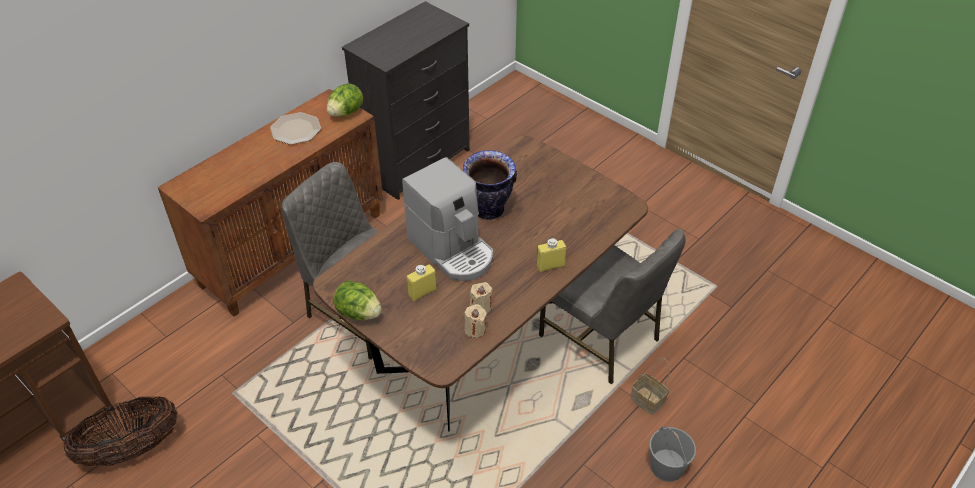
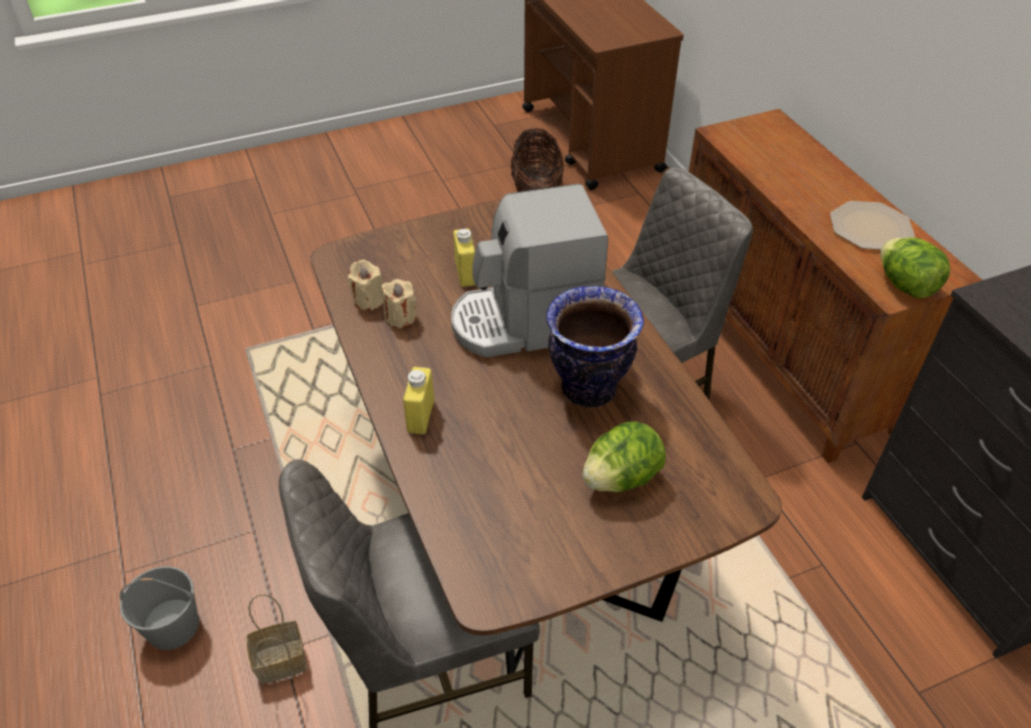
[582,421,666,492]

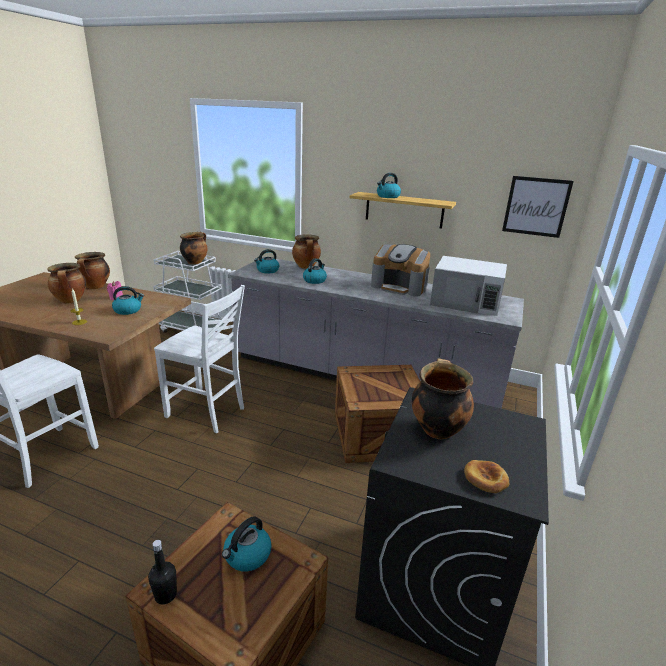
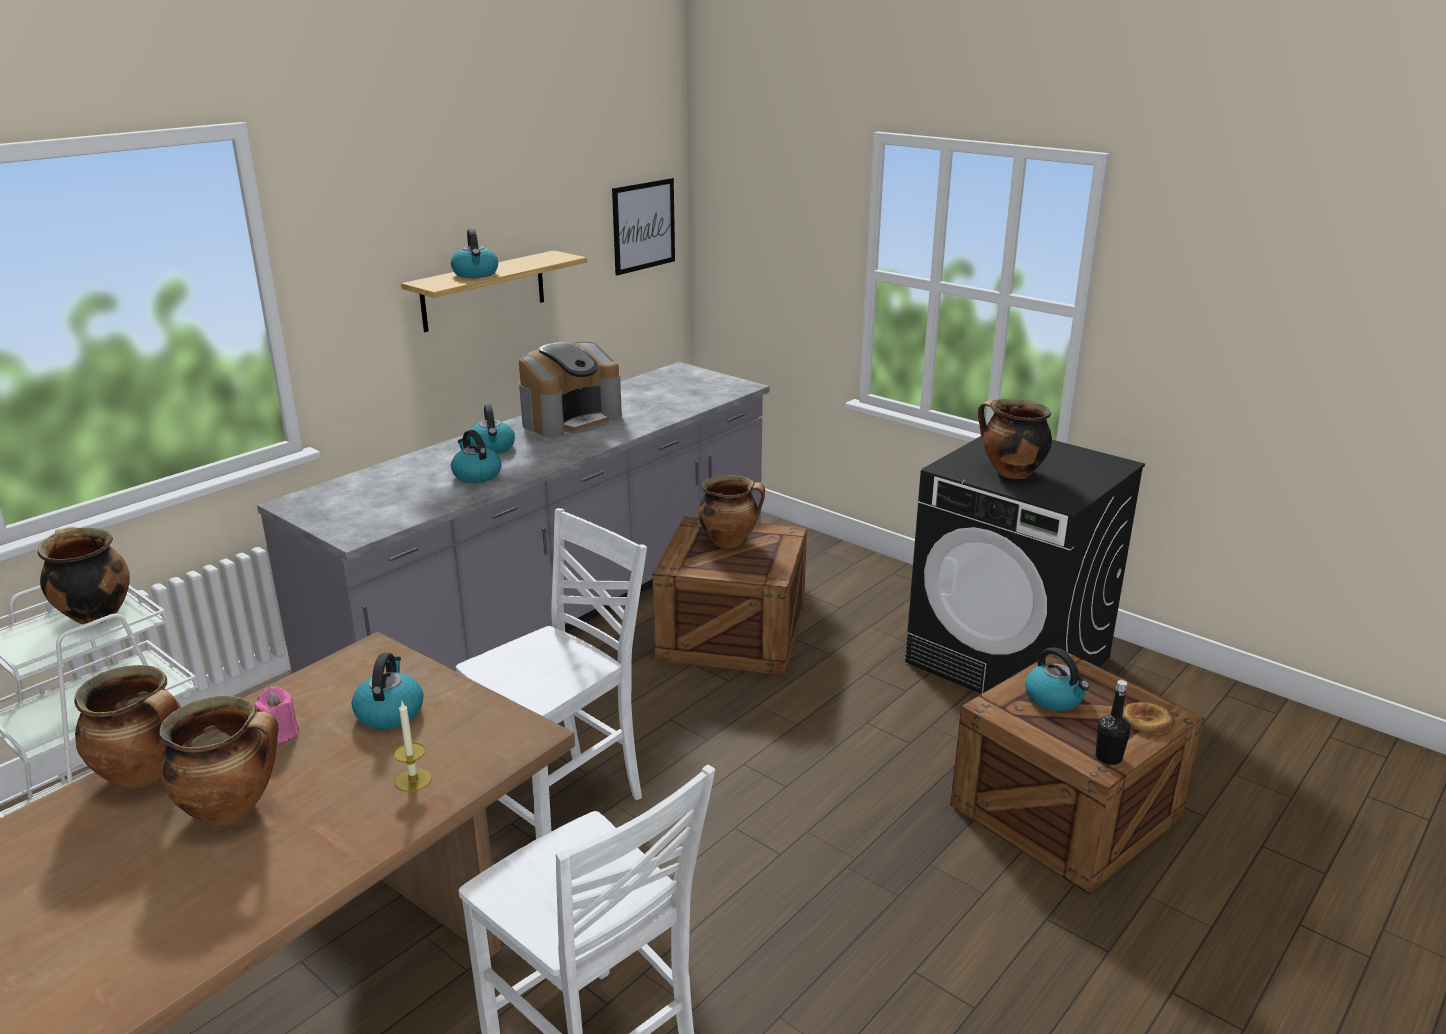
[430,256,507,316] (first image)
[470,404,515,454]
[698,475,765,548]
[1123,702,1176,734]

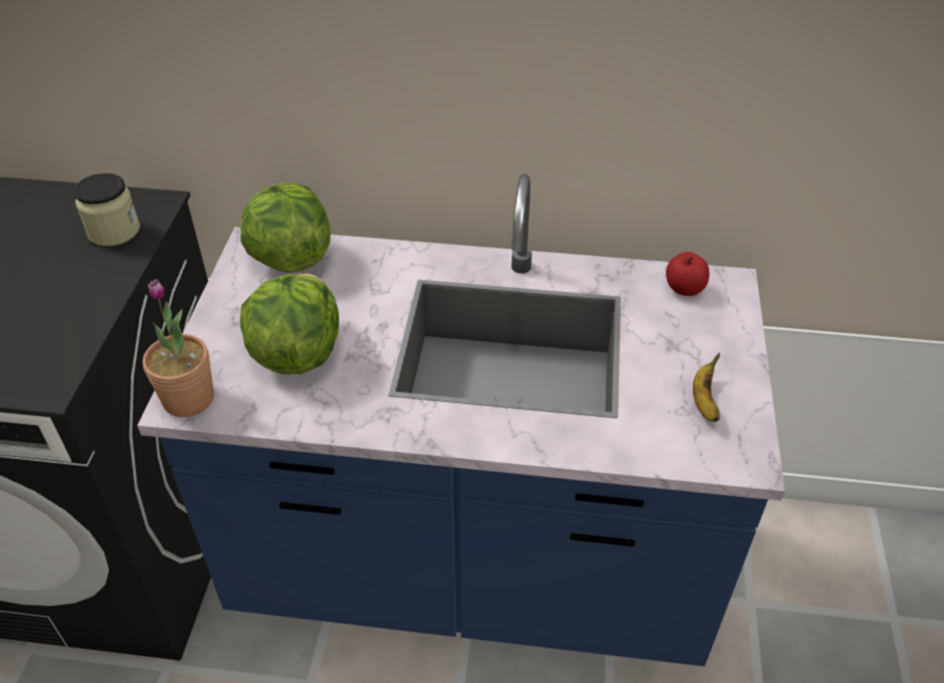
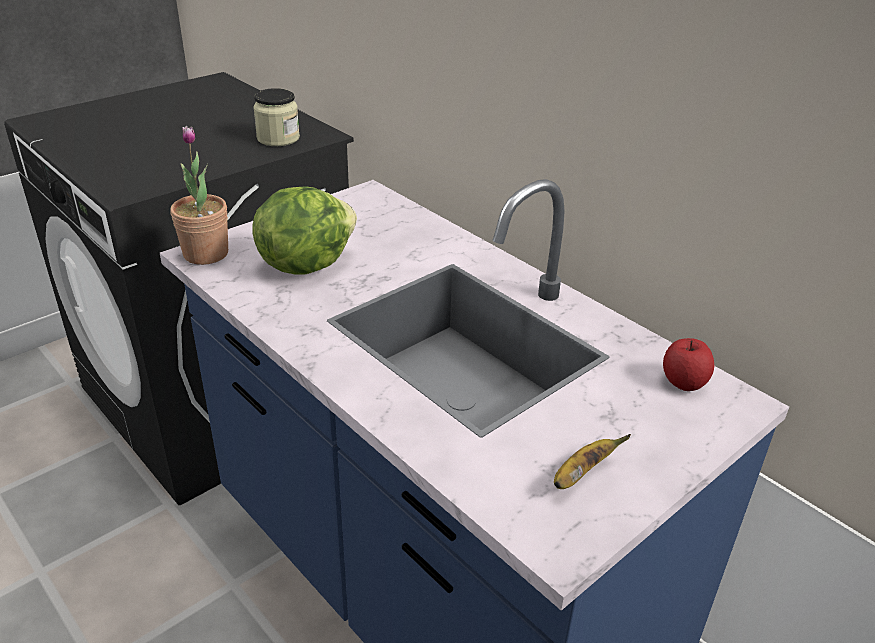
[240,182,330,273] (first image)

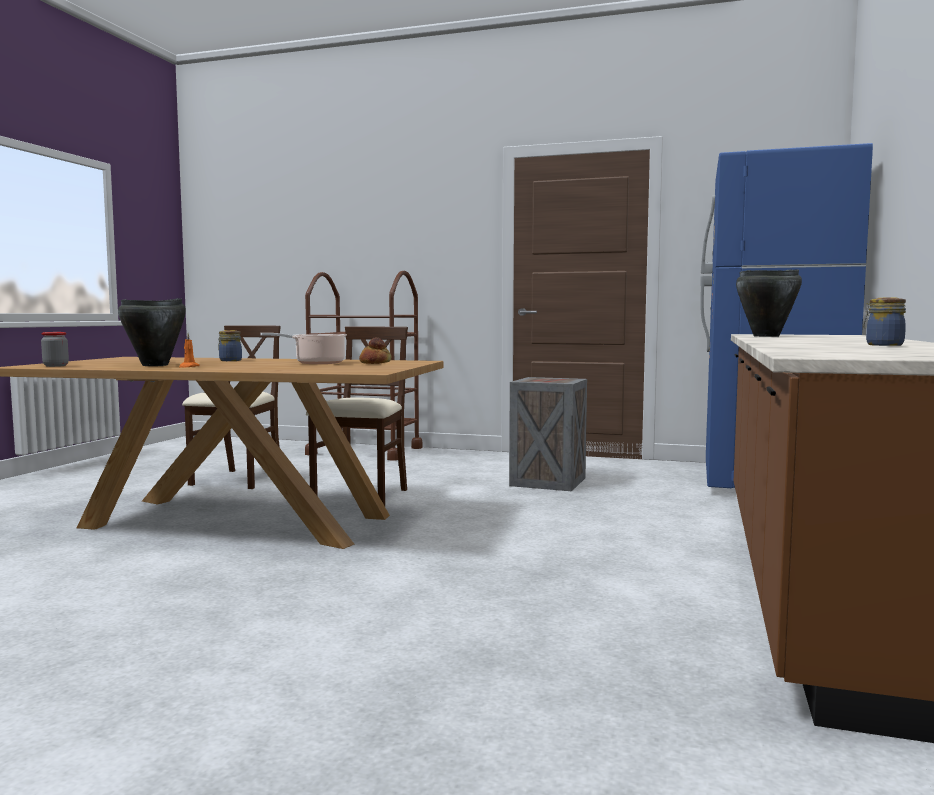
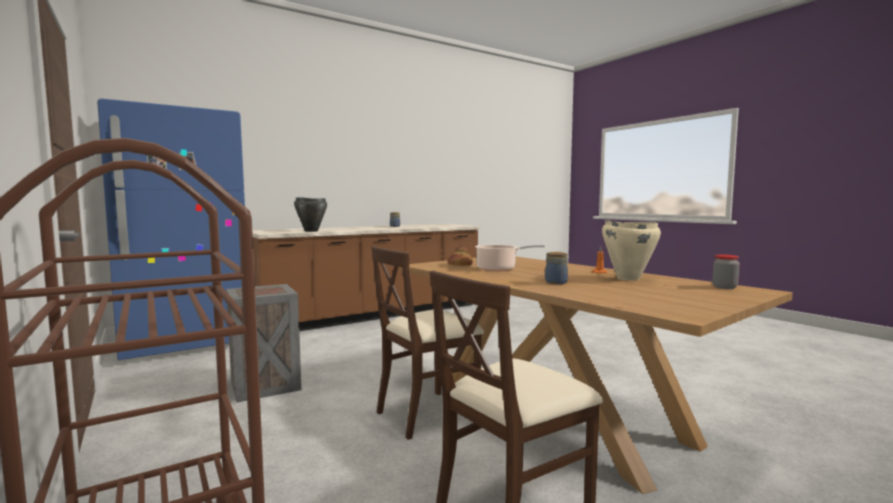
[602,220,661,281]

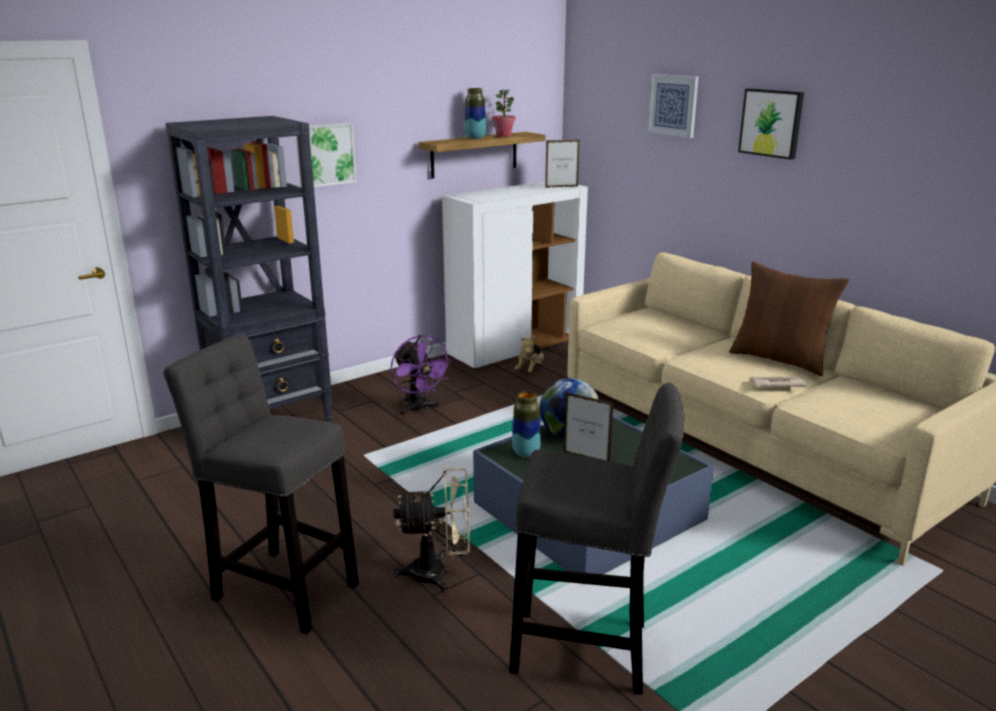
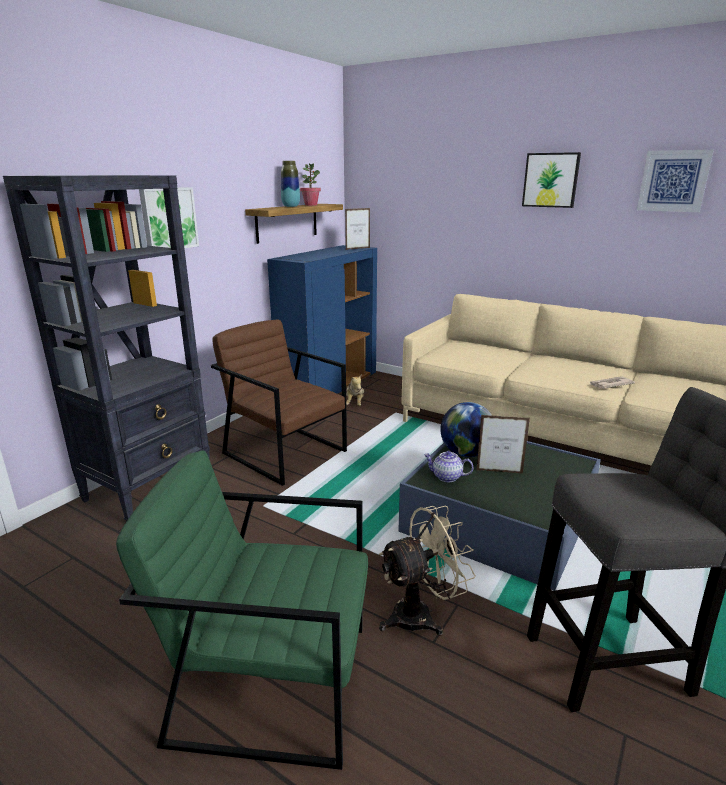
[729,262,849,376] (first image)
[637,150,714,212]
[116,450,368,770]
[211,319,347,486]
[424,451,473,482]
[267,245,377,394]

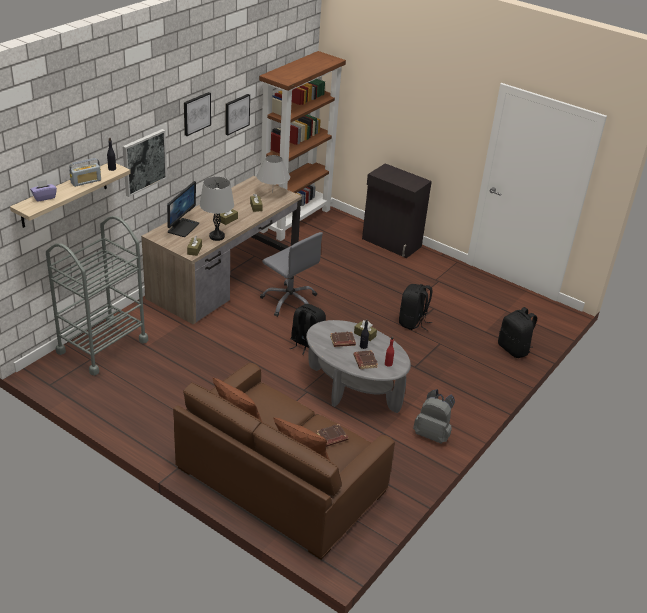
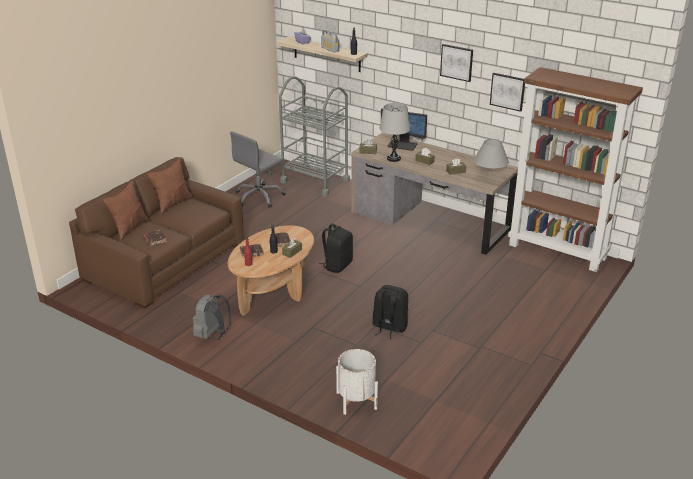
[123,129,167,197] (first image)
[362,163,432,258] (first image)
[230,131,286,208]
[336,349,378,415]
[228,226,315,316]

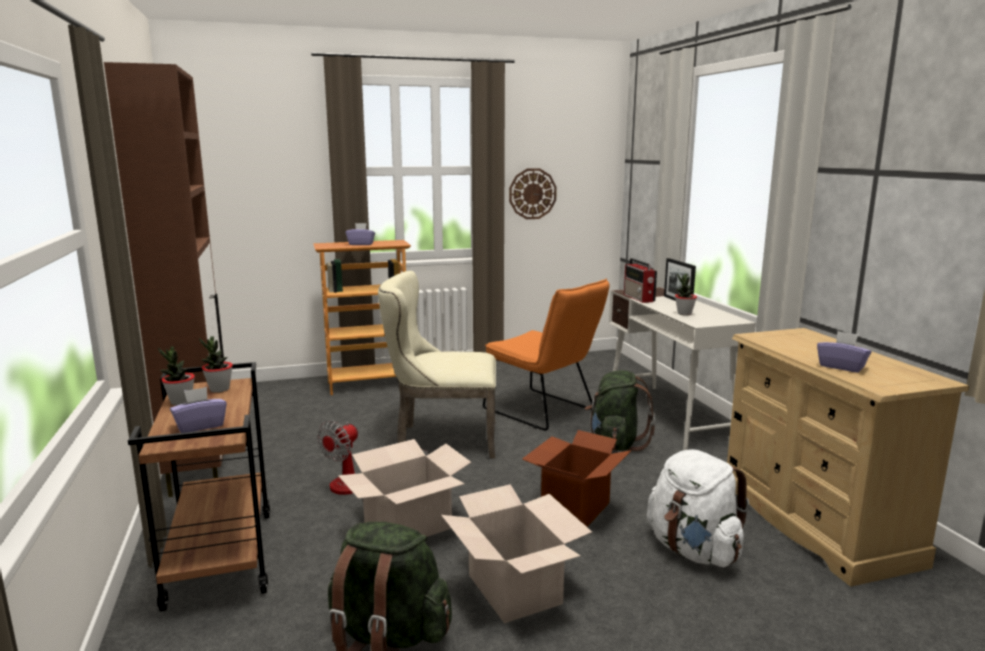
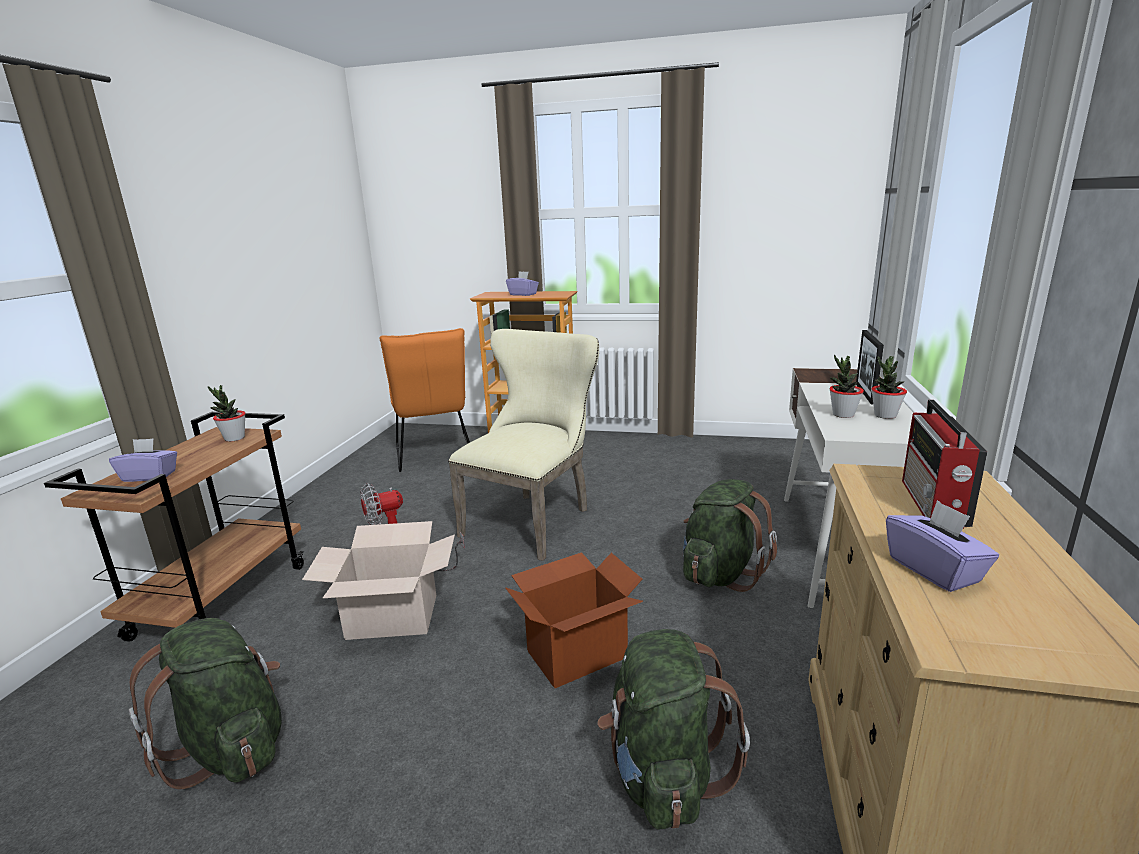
[104,62,224,497] (first image)
[441,484,592,623] (first image)
[509,168,557,219] (first image)
[871,356,907,419]
[379,328,470,472]
[902,400,988,529]
[597,629,750,830]
[448,329,599,561]

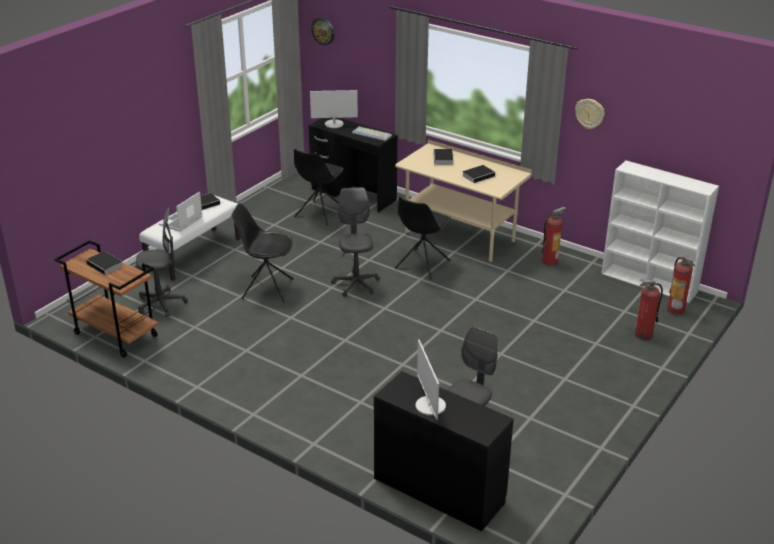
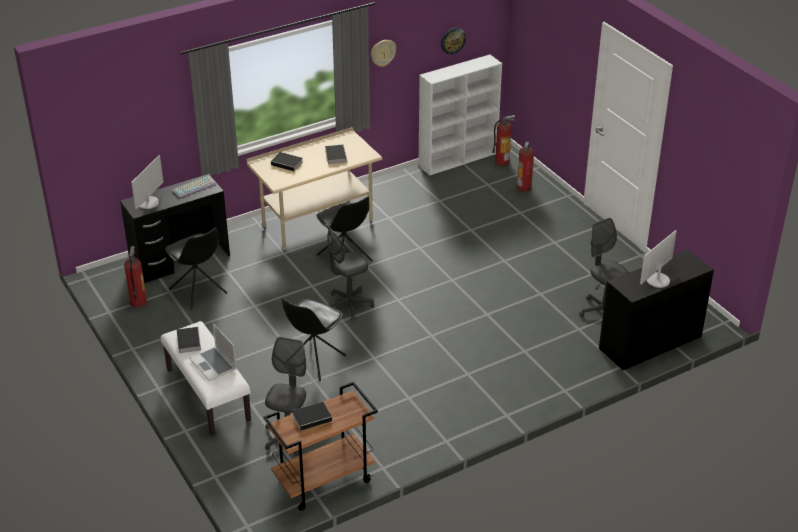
[441,27,466,55]
[124,246,147,308]
[326,223,374,320]
[640,230,677,288]

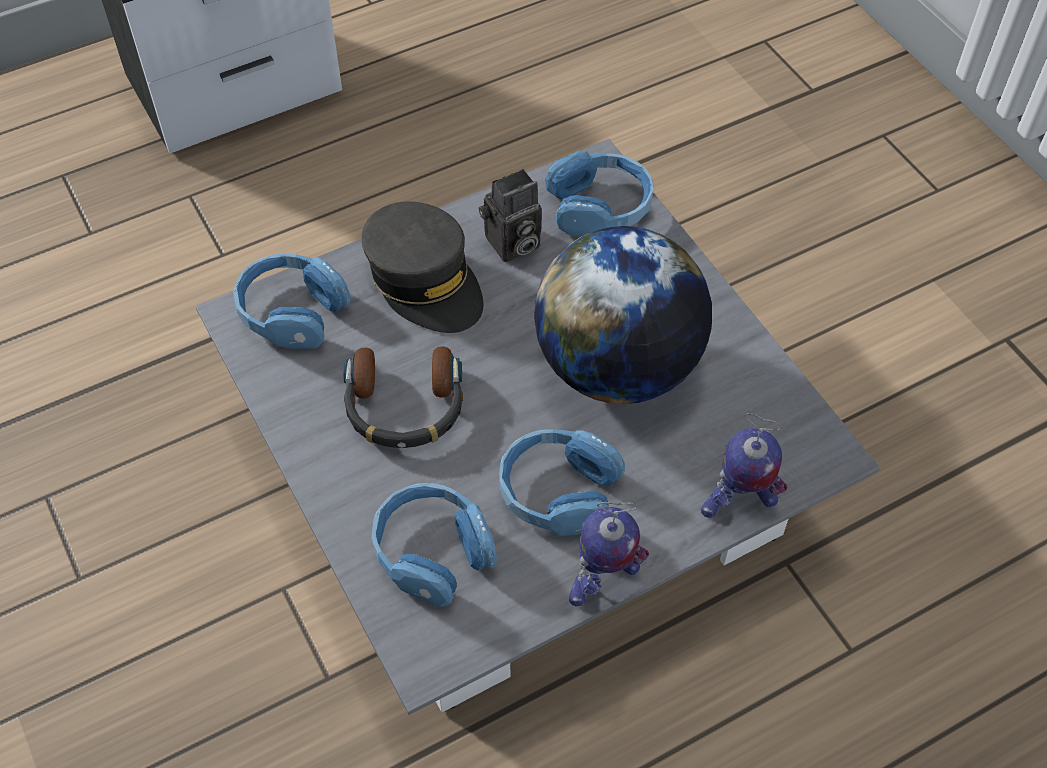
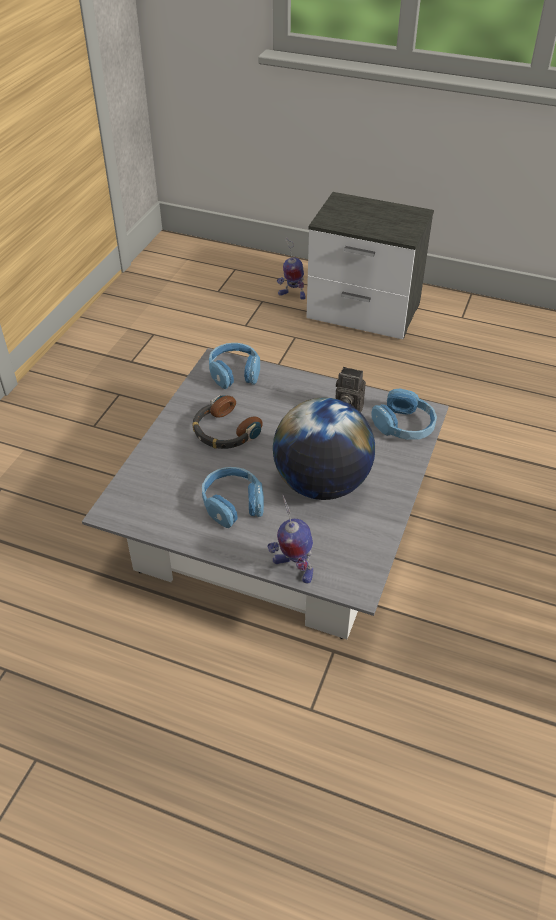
[362,201,483,333] (first image)
[371,483,497,607] (first image)
[277,238,306,300]

